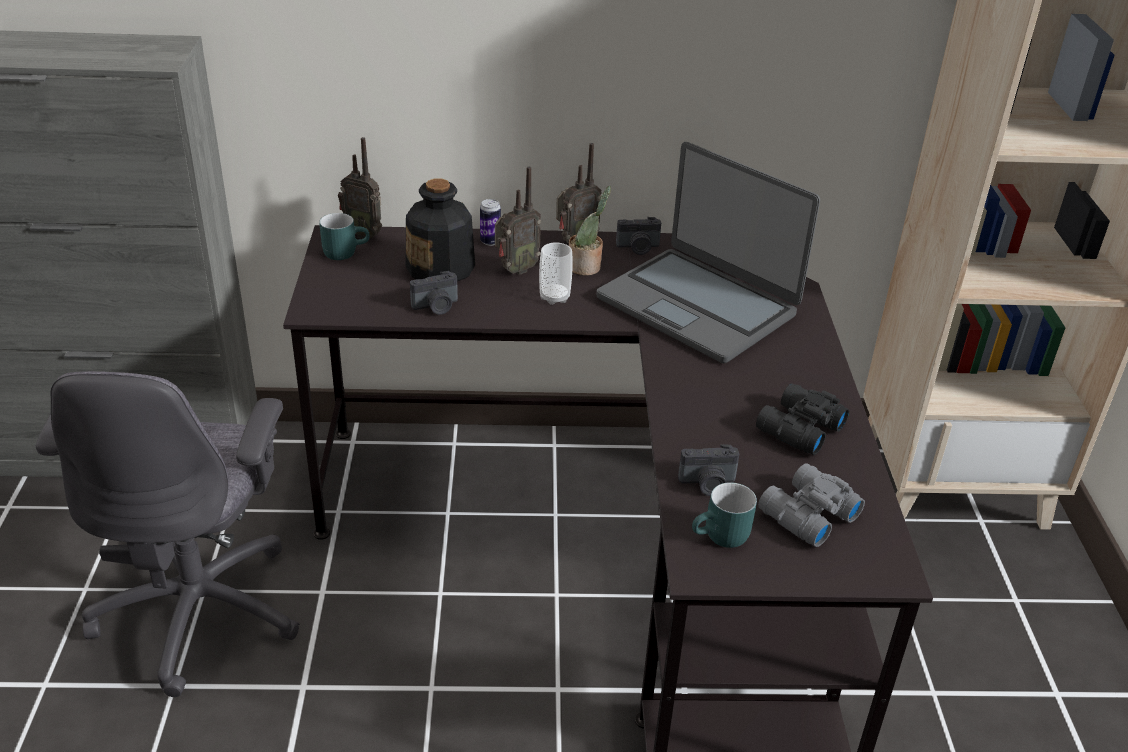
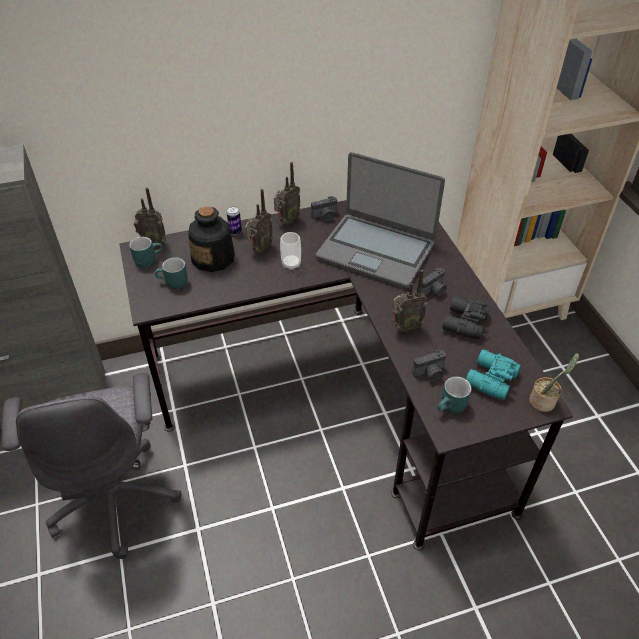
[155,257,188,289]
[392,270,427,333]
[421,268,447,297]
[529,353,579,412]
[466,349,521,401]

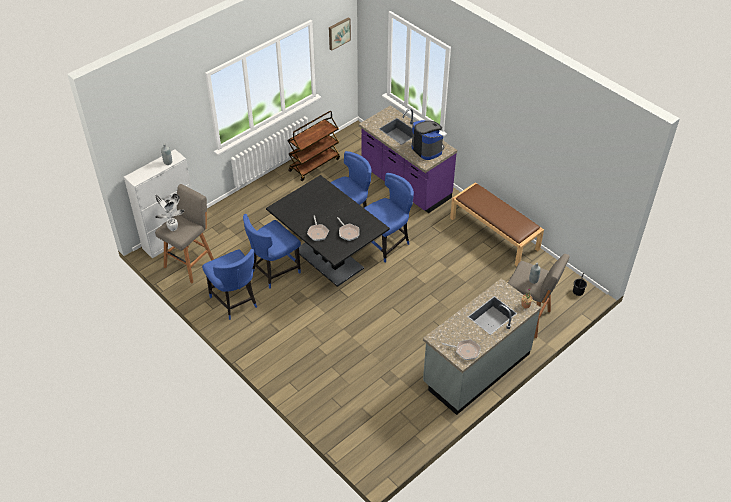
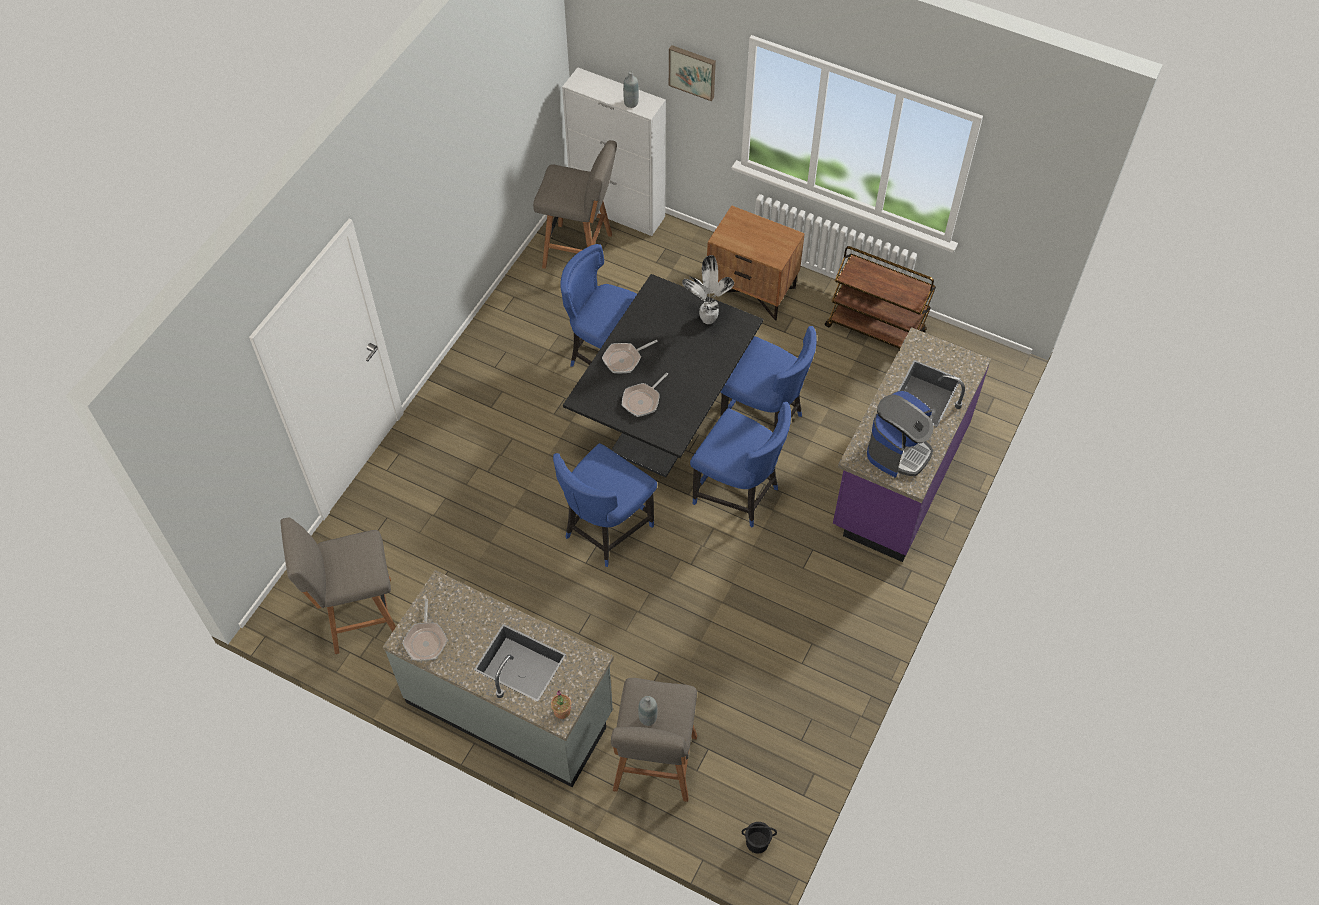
[450,182,544,266] (first image)
[280,517,396,654]
[707,205,805,321]
[682,255,734,324]
[553,443,657,567]
[669,45,716,101]

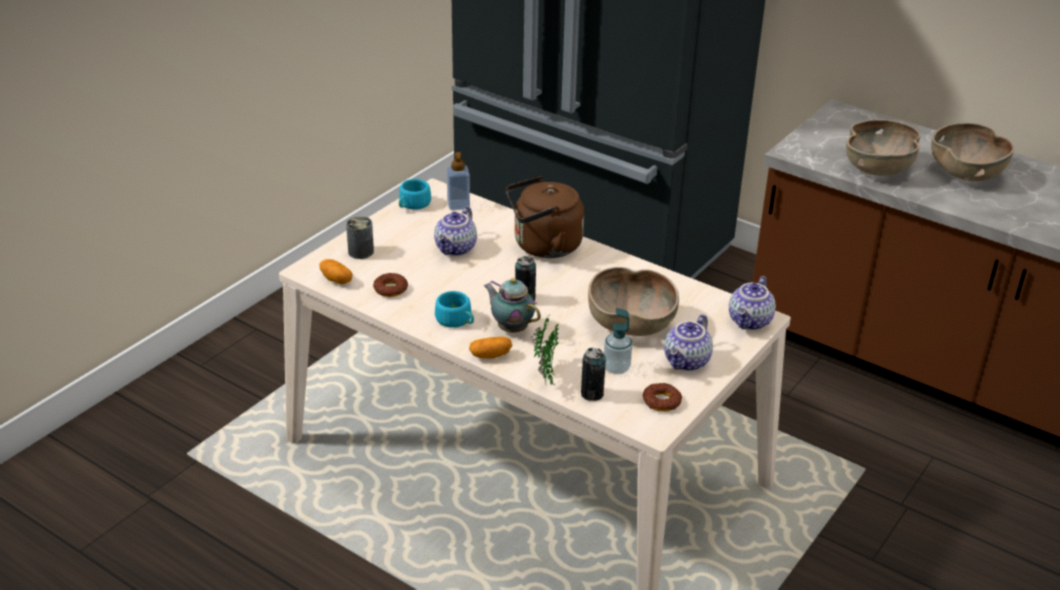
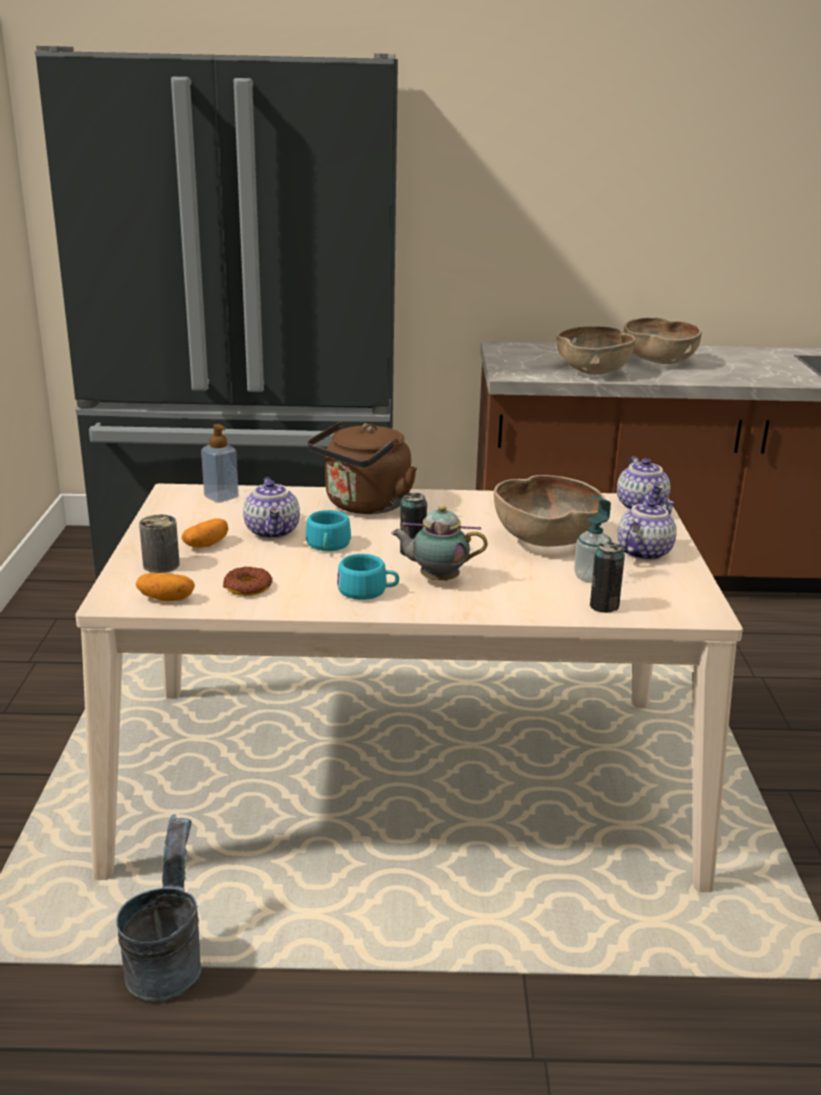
[531,317,559,386] (first image)
[643,383,682,412] (first image)
[116,814,201,1001]
[306,510,351,551]
[182,518,228,548]
[617,500,677,561]

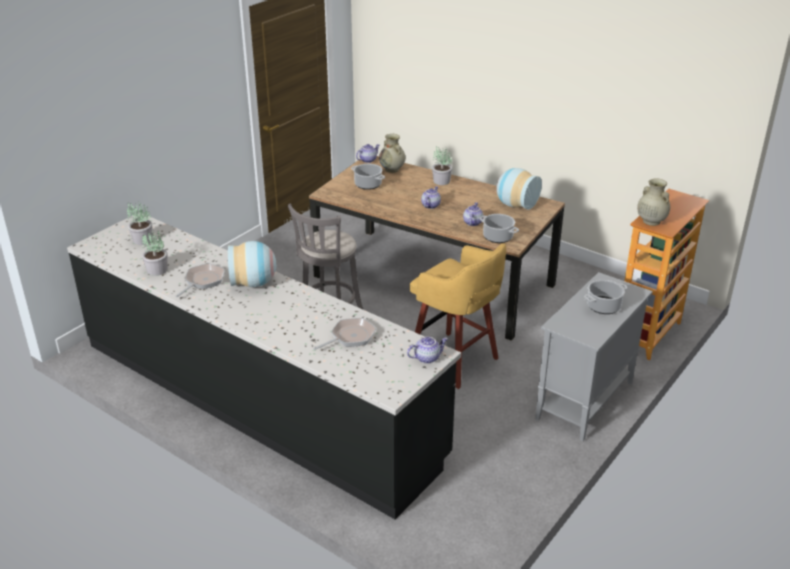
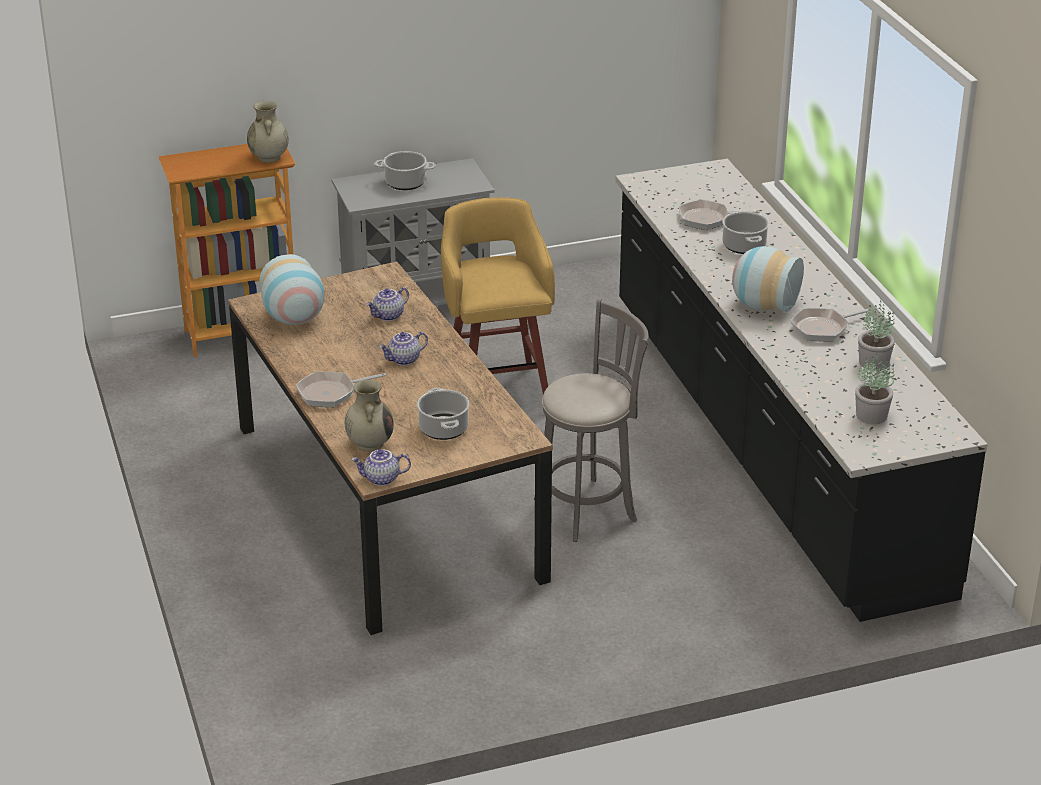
[407,337,448,364] (first image)
[722,211,769,254]
[296,371,386,407]

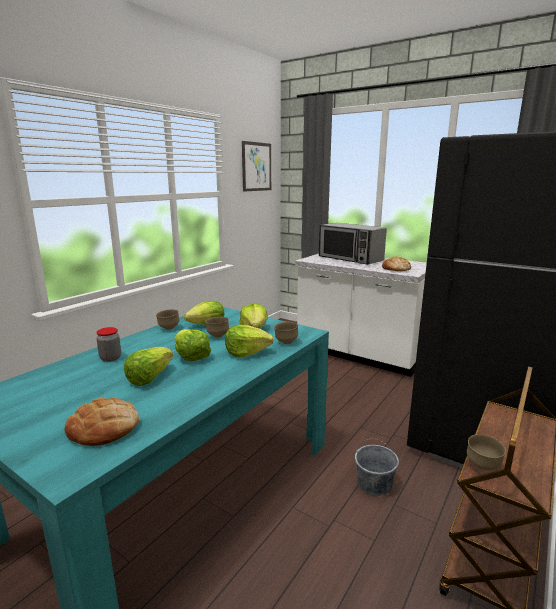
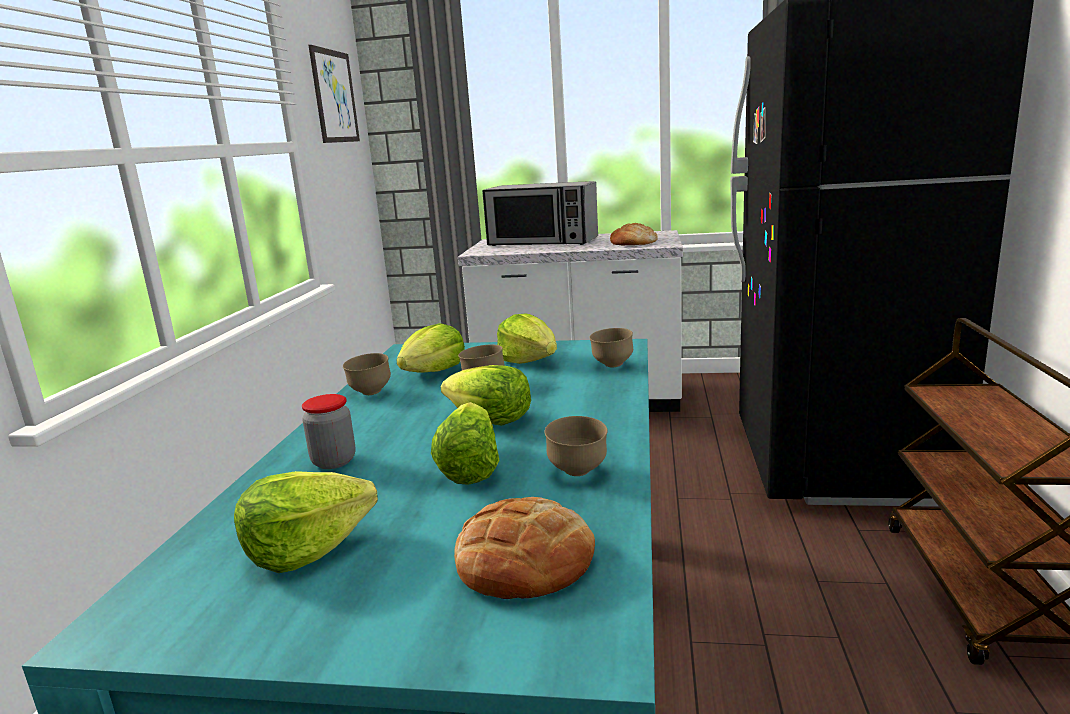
[355,439,399,496] (first image)
[234,471,378,573]
[544,416,608,476]

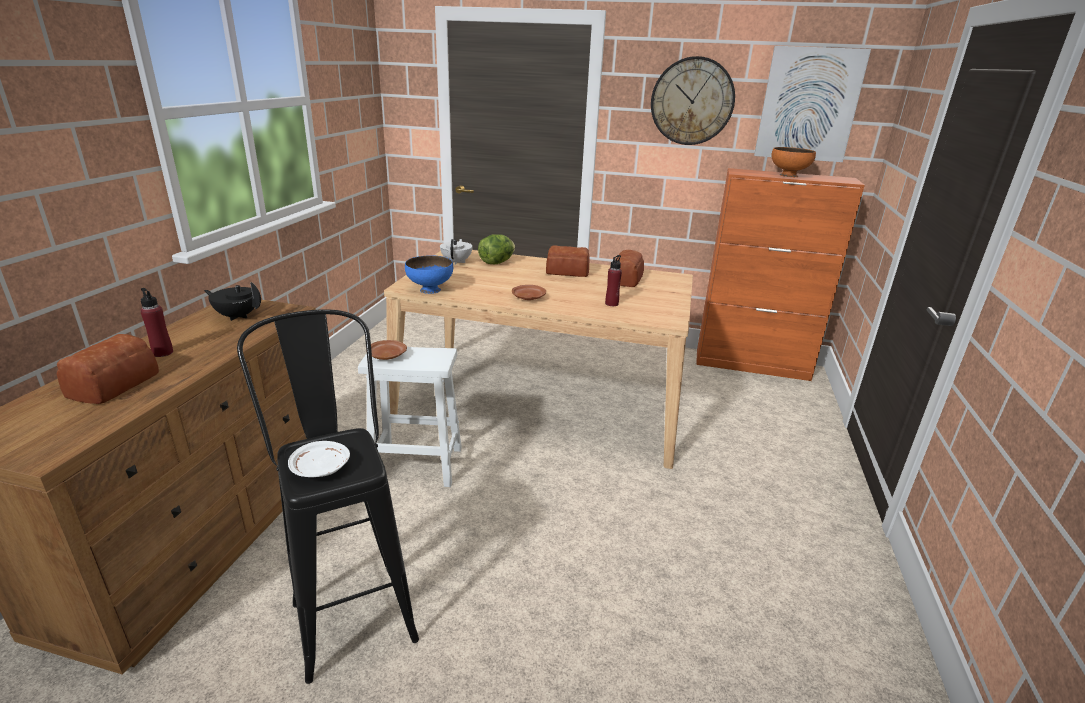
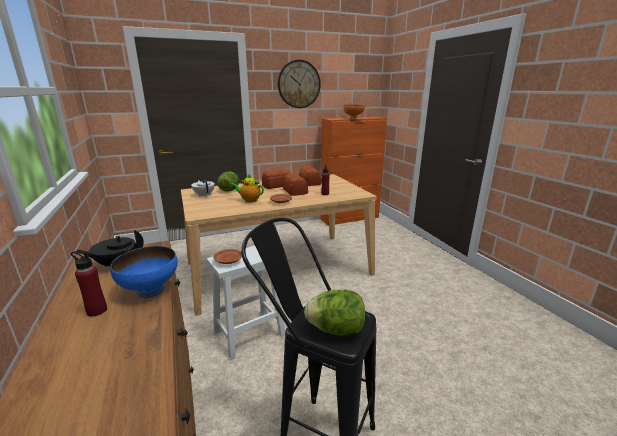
[754,46,871,162] (first image)
[230,174,264,203]
[283,173,308,196]
[110,246,178,298]
[304,290,365,336]

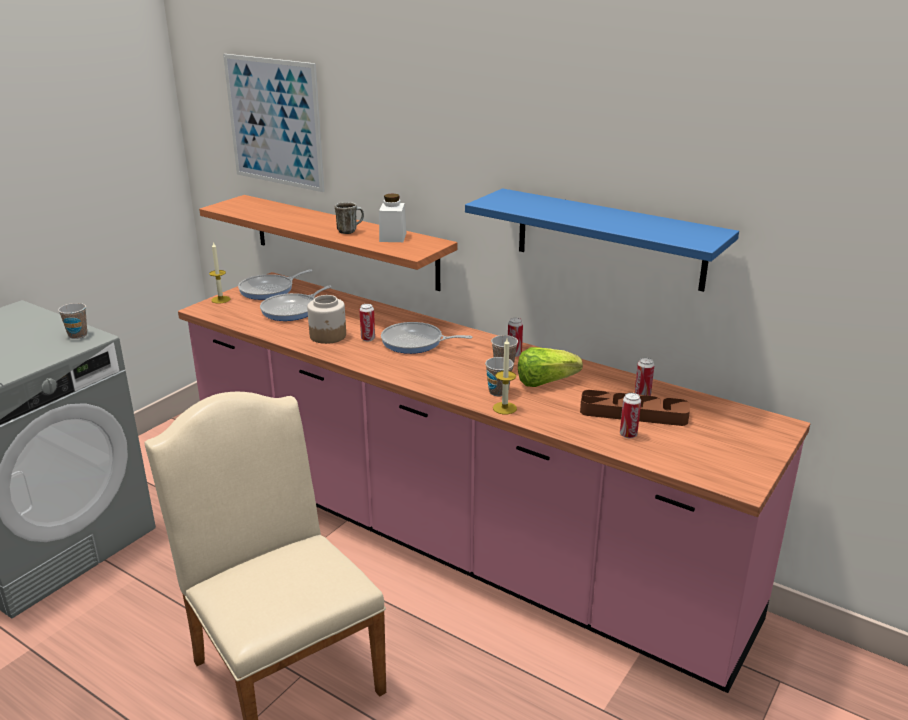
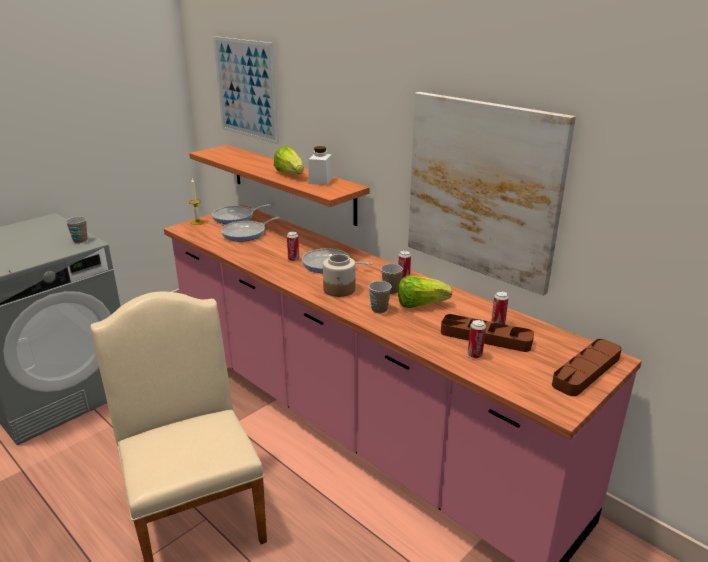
[493,339,517,414] (first image)
[552,339,622,396]
[323,254,355,297]
[274,146,304,174]
[408,92,576,296]

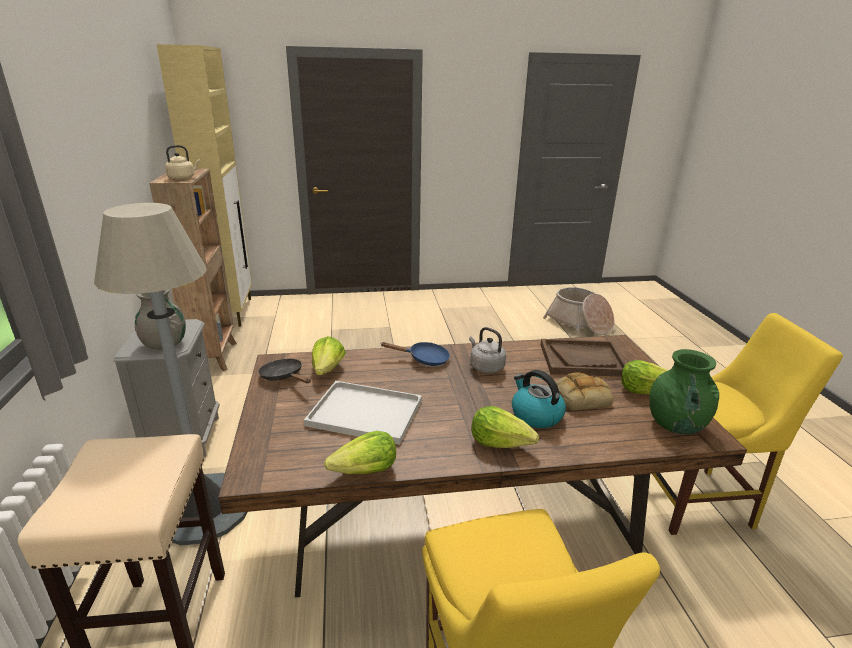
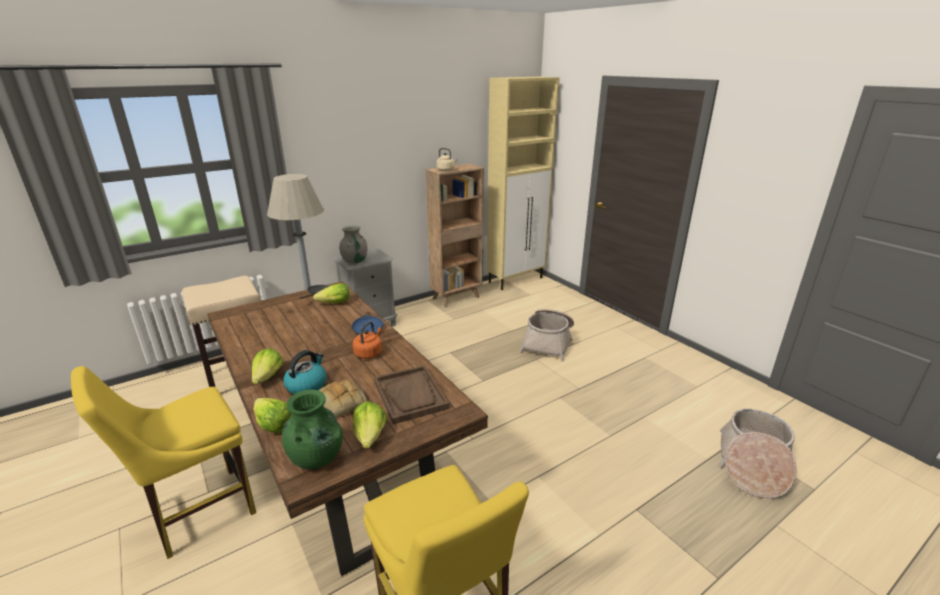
[304,381,422,445] (first image)
[519,309,574,361]
[254,398,292,433]
[353,321,382,359]

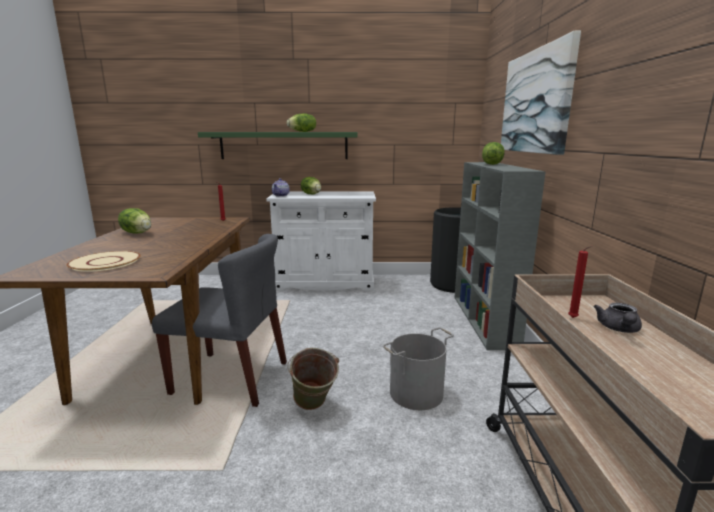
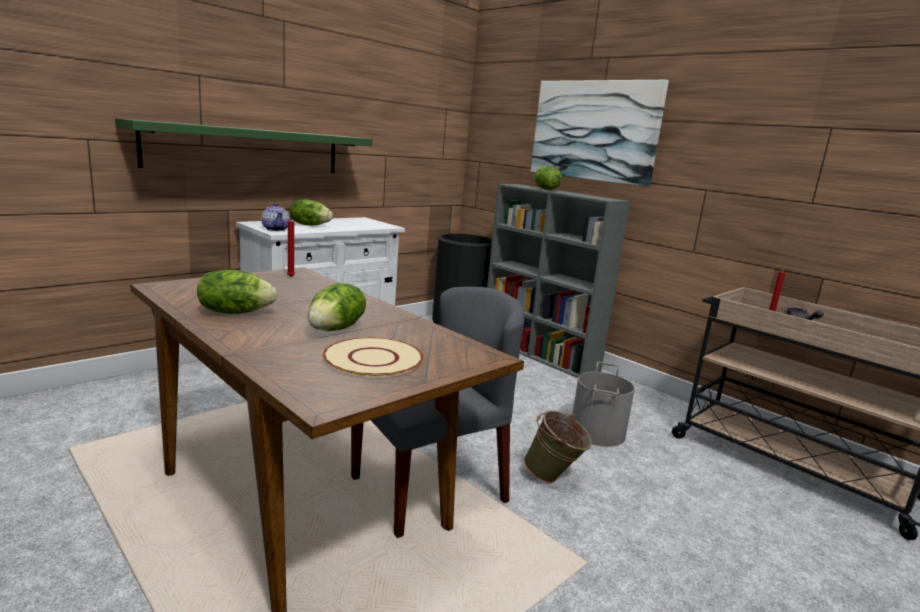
[308,283,366,331]

